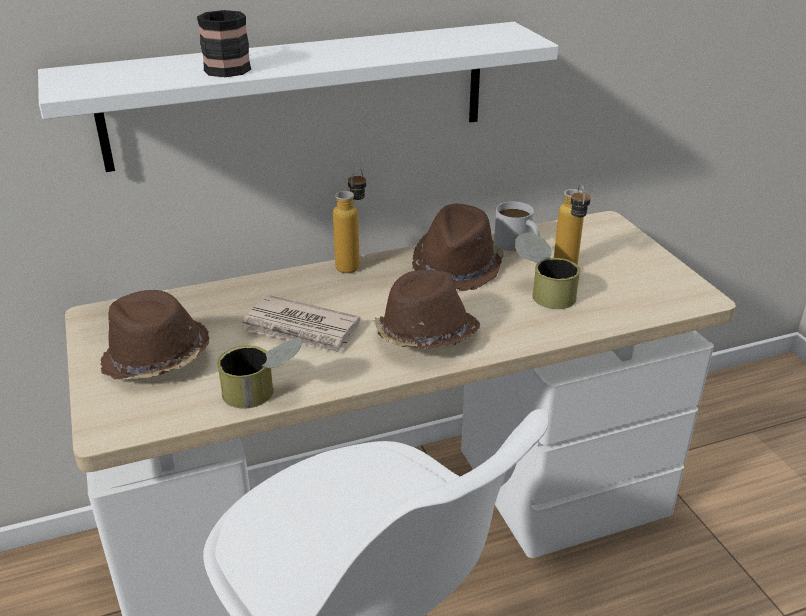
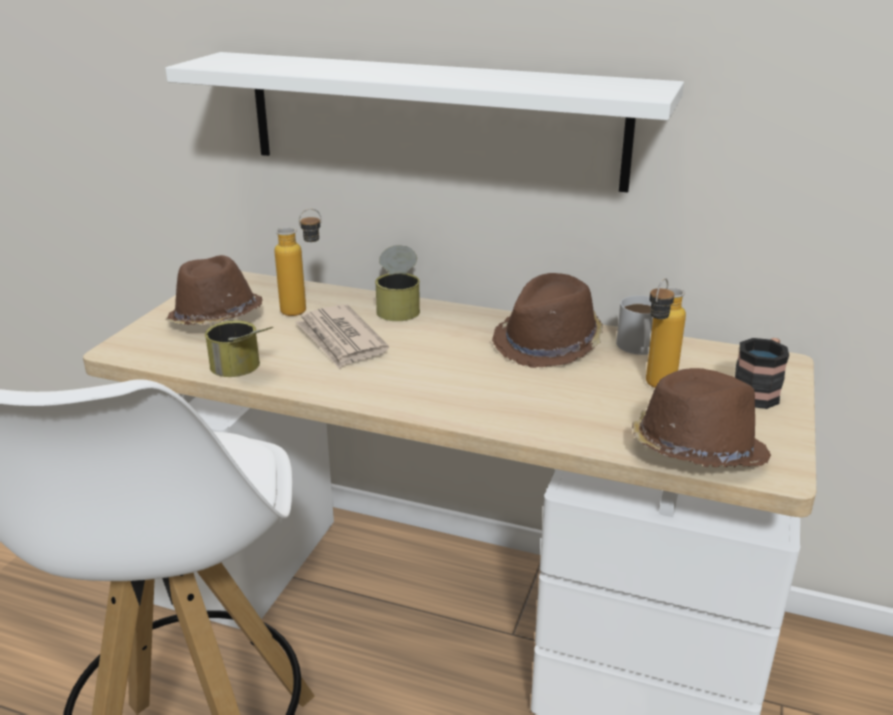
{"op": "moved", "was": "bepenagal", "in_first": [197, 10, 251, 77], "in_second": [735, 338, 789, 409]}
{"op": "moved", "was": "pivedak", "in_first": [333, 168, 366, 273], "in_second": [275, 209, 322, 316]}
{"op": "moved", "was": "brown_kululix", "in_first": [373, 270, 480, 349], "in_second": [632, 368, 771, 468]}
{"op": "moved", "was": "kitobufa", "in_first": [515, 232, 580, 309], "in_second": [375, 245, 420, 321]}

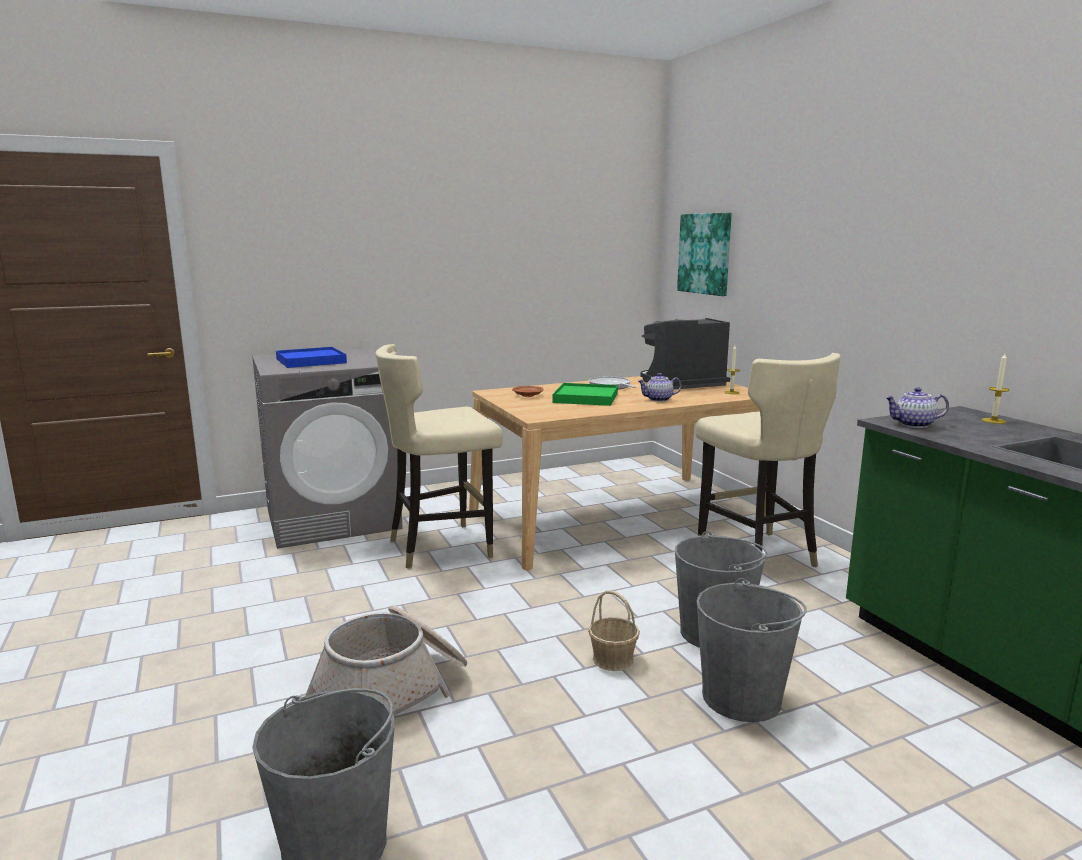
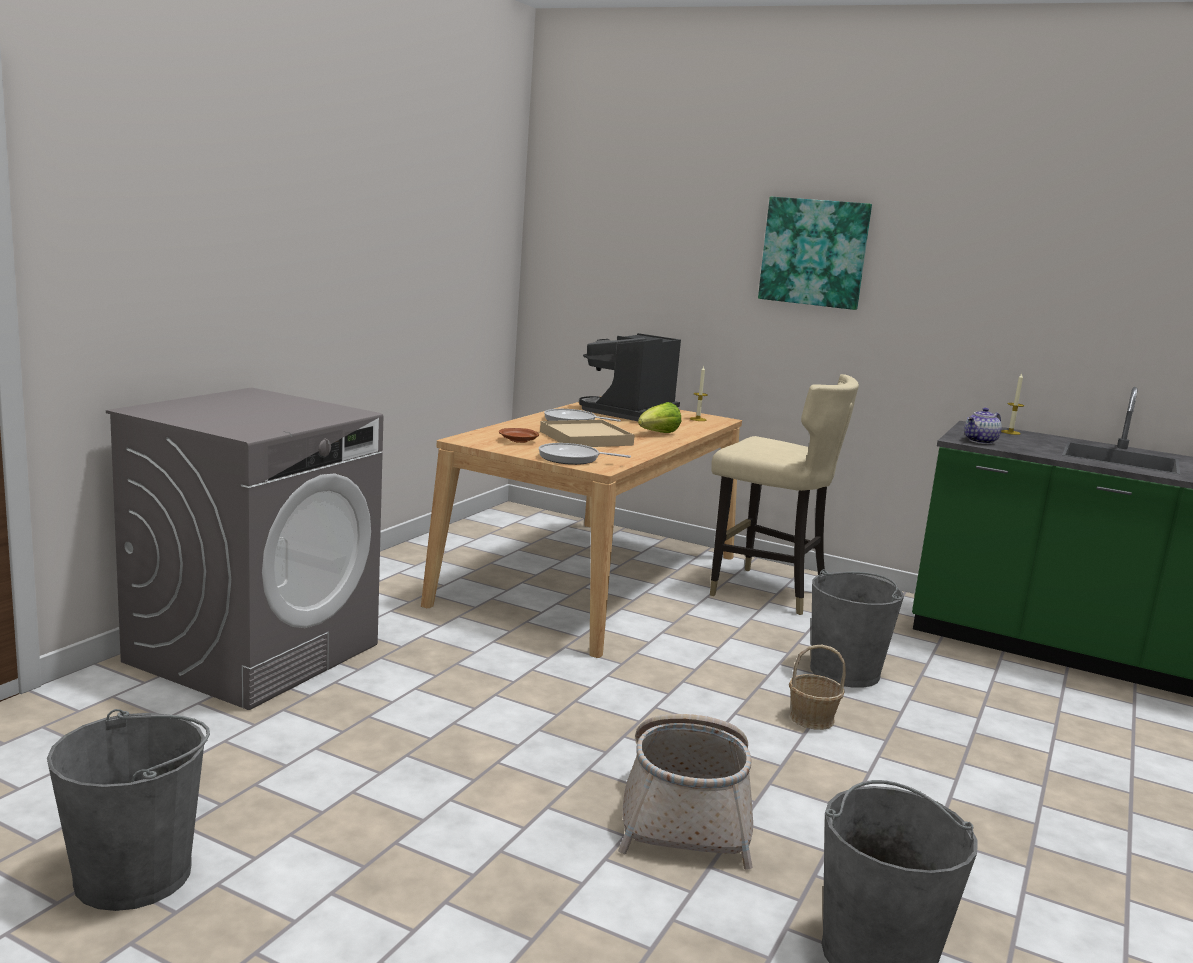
{"op": "removed", "was": "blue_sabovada", "in_first": [276, 347, 347, 368]}
{"op": "removed", "was": "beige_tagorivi", "in_first": [376, 344, 503, 569]}
{"op": "added", "now": "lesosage", "in_second": [539, 443, 631, 465]}
{"op": "moved", "was": "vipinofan", "in_first": [677, 213, 732, 296], "in_second": [758, 197, 872, 310]}
{"op": "moved", "was": "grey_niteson", "in_first": [697, 578, 807, 722], "in_second": [47, 709, 210, 911]}
{"op": "replaced", "was": "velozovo", "now": "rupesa", "in_first": [638, 373, 682, 402], "in_second": [638, 402, 681, 433]}
{"op": "recoloured", "was": "green_sabovada", "now": "beige_sabovada", "in_first": [553, 383, 618, 406], "in_second": [540, 420, 635, 447]}

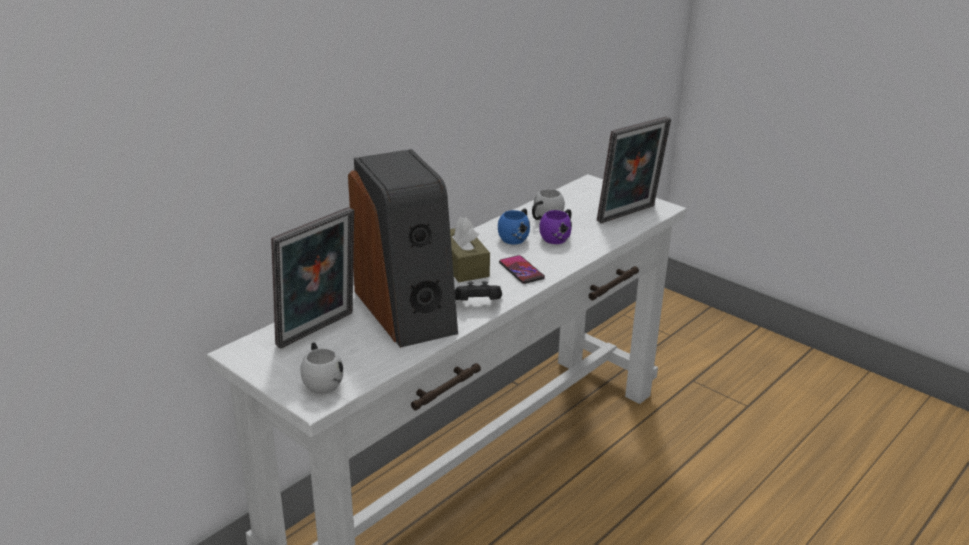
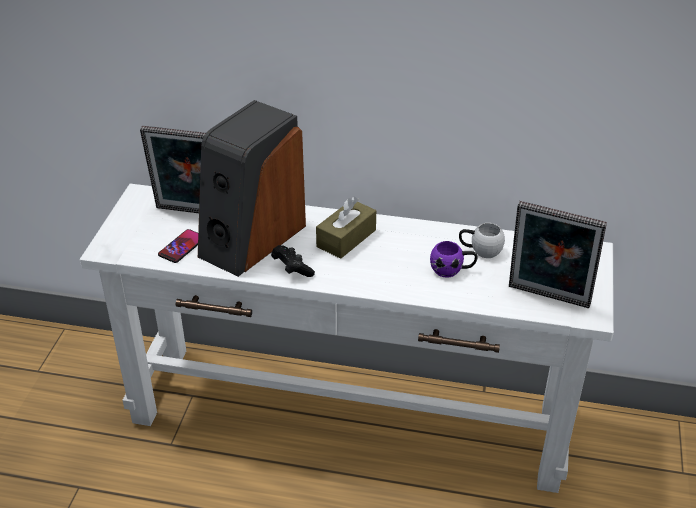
{"op": "removed", "was": "white_bepenagal", "in_first": [300, 343, 343, 394]}
{"op": "removed", "was": "blue_bepenagal", "in_first": [498, 209, 530, 244]}
{"op": "moved", "was": "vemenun", "in_first": [499, 255, 545, 284], "in_second": [158, 229, 198, 263]}

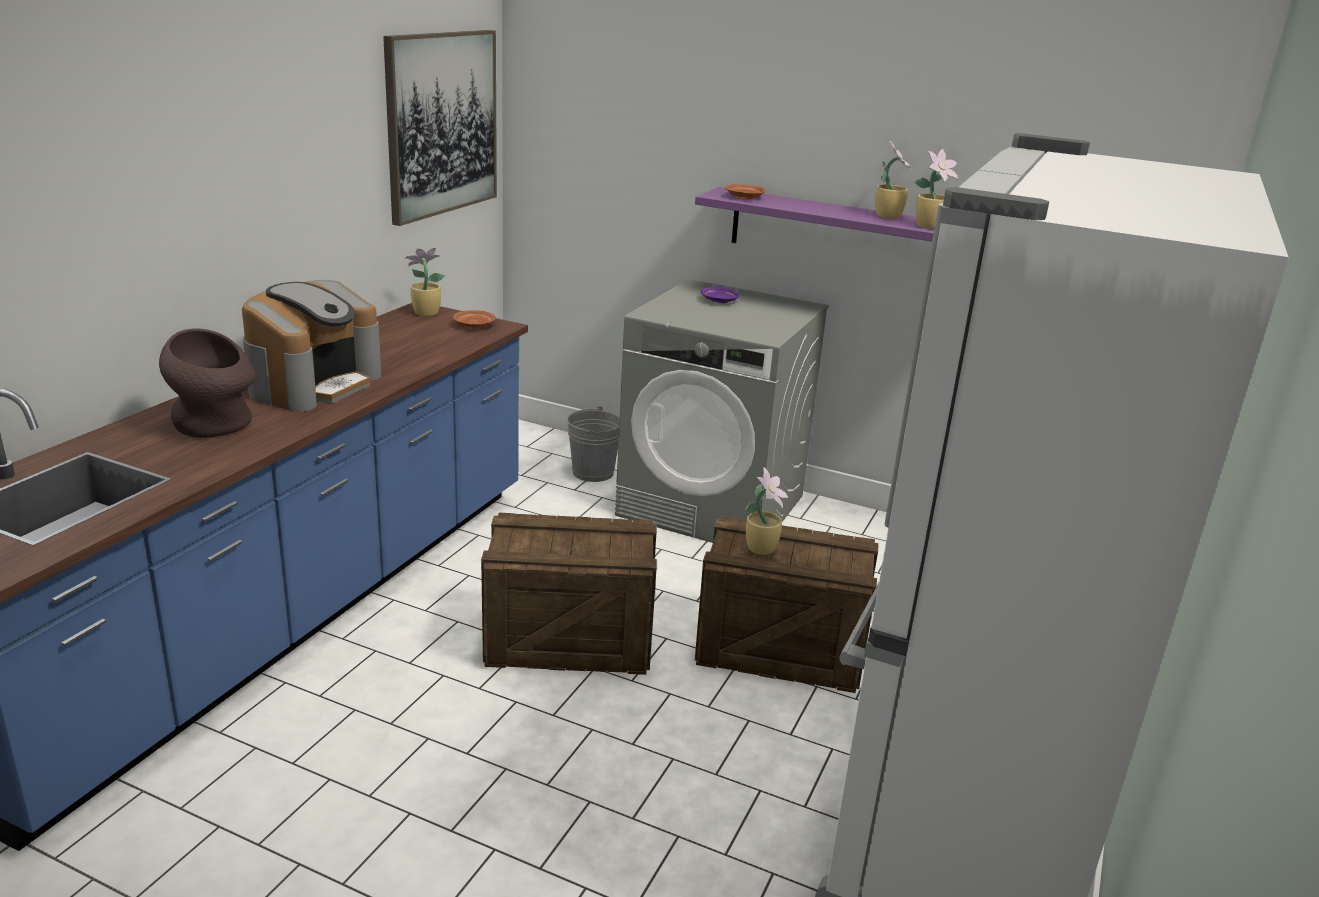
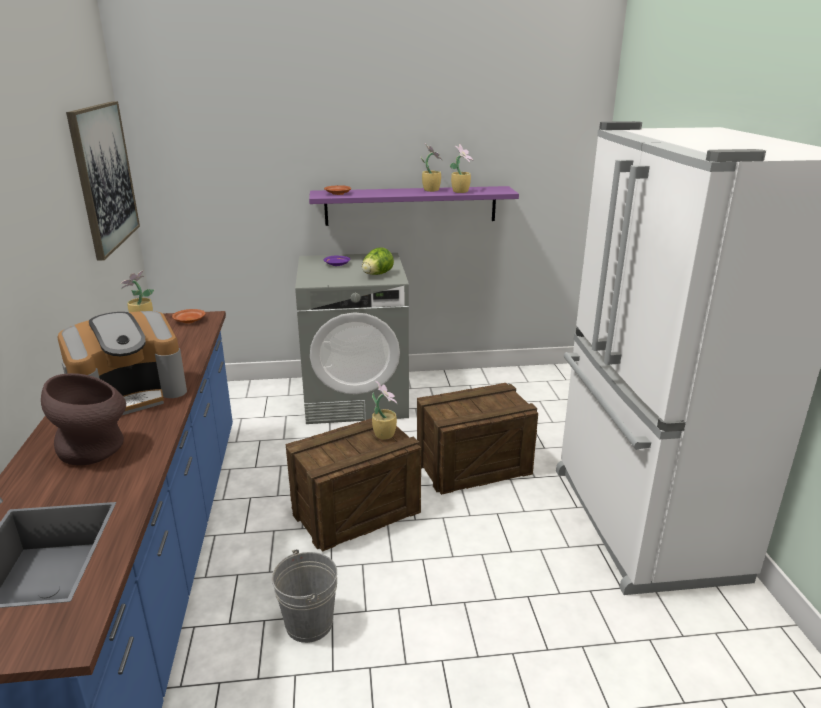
{"op": "added", "now": "rupesa", "in_second": [362, 248, 394, 275]}
{"op": "moved", "was": "grey_niteson", "in_first": [567, 406, 620, 482], "in_second": [272, 549, 337, 643]}
{"op": "moved", "was": "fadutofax", "in_first": [746, 467, 788, 555], "in_second": [372, 381, 398, 440]}
{"op": "turned", "was": "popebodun", "in_first": [242, 280, 381, 412], "in_second": [58, 311, 187, 415], "clockwise": 60}

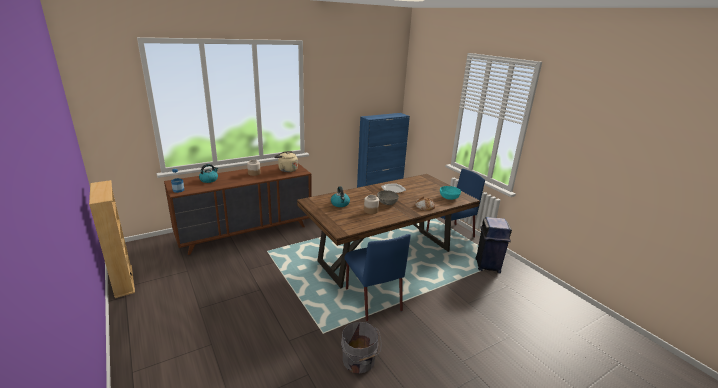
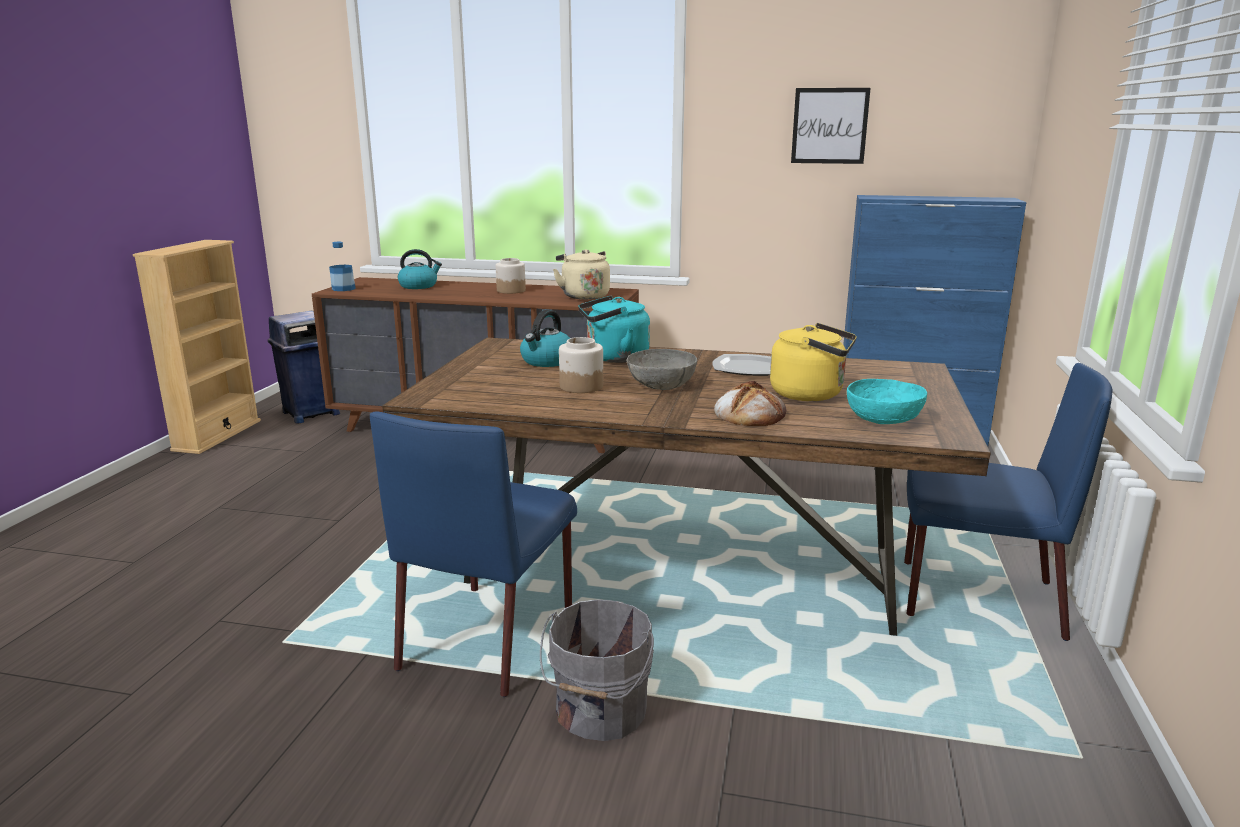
{"op": "added", "now": "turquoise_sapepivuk", "in_second": [578, 296, 650, 363]}
{"op": "added", "now": "yellow_sapepivuk", "in_second": [770, 323, 857, 401]}
{"op": "added", "now": "vipinofan", "in_second": [791, 88, 871, 164]}
{"op": "moved", "was": "grey_niteson", "in_first": [341, 322, 381, 374], "in_second": [540, 599, 654, 741]}
{"op": "moved", "was": "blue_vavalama", "in_first": [475, 217, 512, 273], "in_second": [268, 310, 340, 424]}

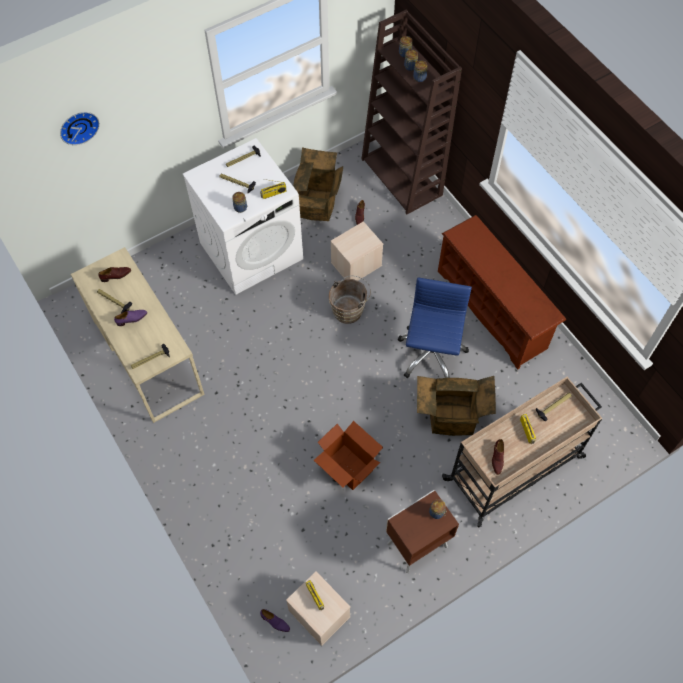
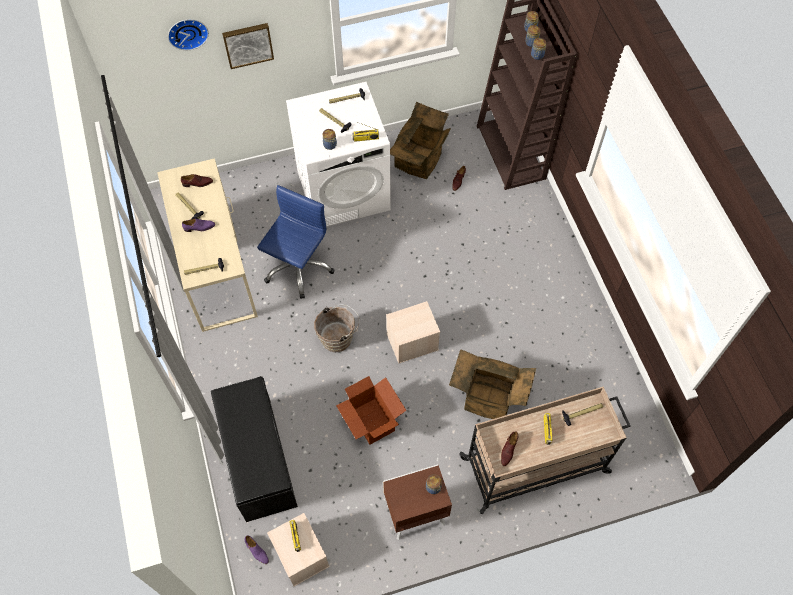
{"op": "removed", "was": "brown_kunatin", "in_first": [438, 215, 566, 369]}
{"op": "added", "now": "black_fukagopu", "in_second": [211, 376, 298, 522]}
{"op": "added", "now": "vipinofan", "in_second": [222, 23, 274, 69]}
{"op": "moved", "was": "brown_niteson", "in_first": [329, 276, 371, 324], "in_second": [314, 304, 359, 352]}
{"op": "moved", "was": "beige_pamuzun", "in_first": [330, 221, 384, 281], "in_second": [386, 301, 440, 363]}
{"op": "moved", "was": "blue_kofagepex", "in_first": [398, 278, 472, 378], "in_second": [257, 185, 335, 299]}

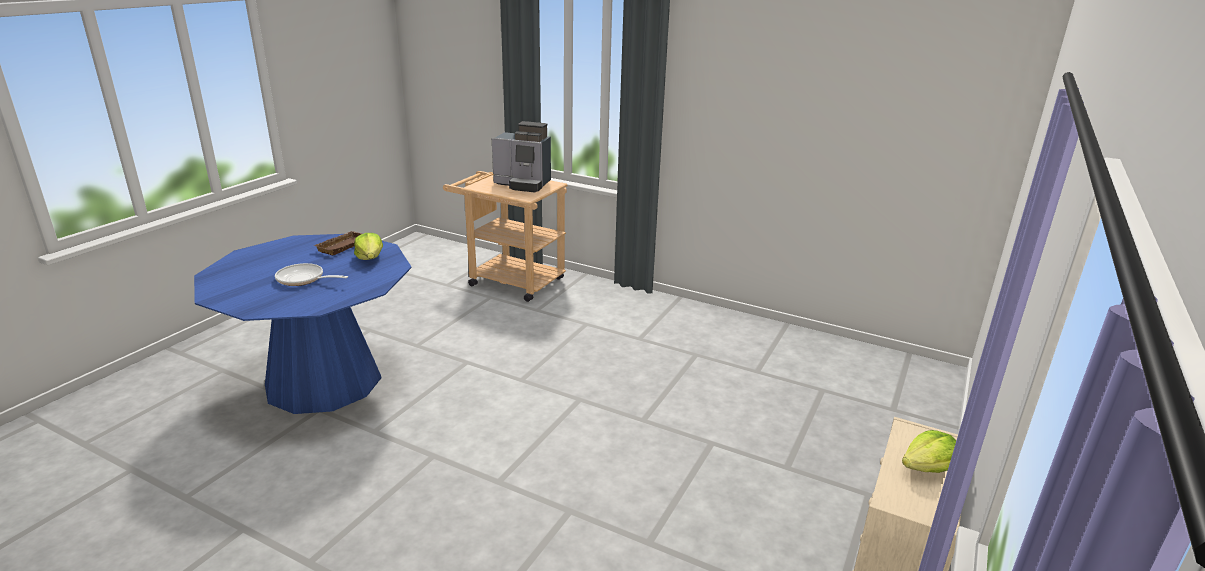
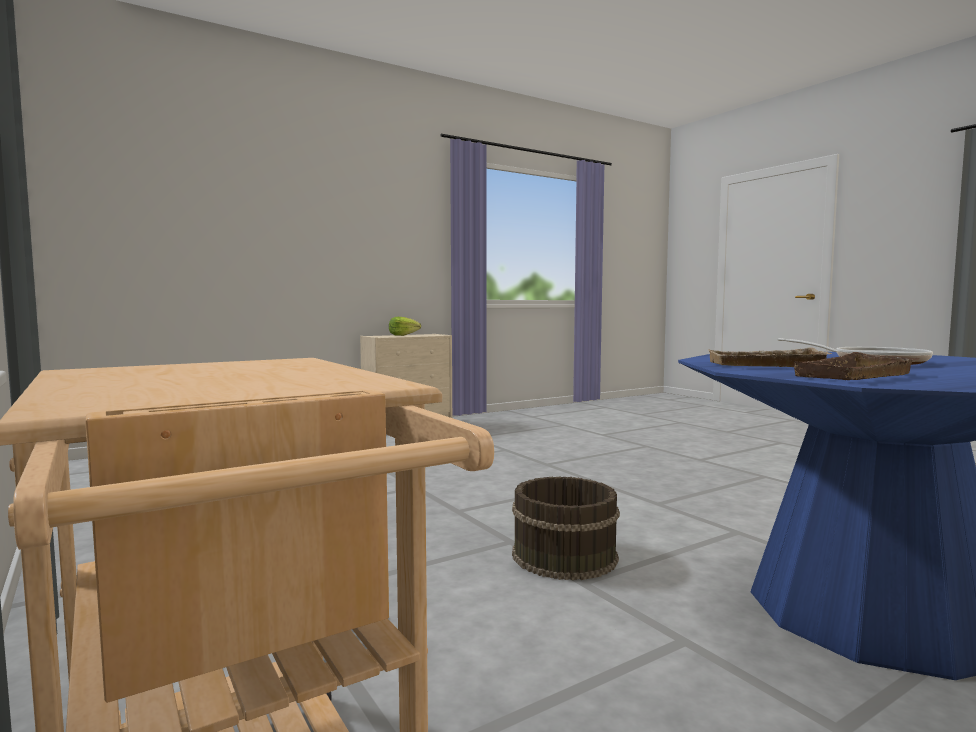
{"op": "removed", "was": "popebodun", "in_first": [492, 121, 551, 193]}
{"op": "added", "now": "brown_niteson", "in_second": [512, 477, 620, 580]}
{"op": "replaced", "was": "rupesa", "now": "beige_sabovada", "in_first": [354, 233, 383, 260], "in_second": [707, 348, 833, 367]}

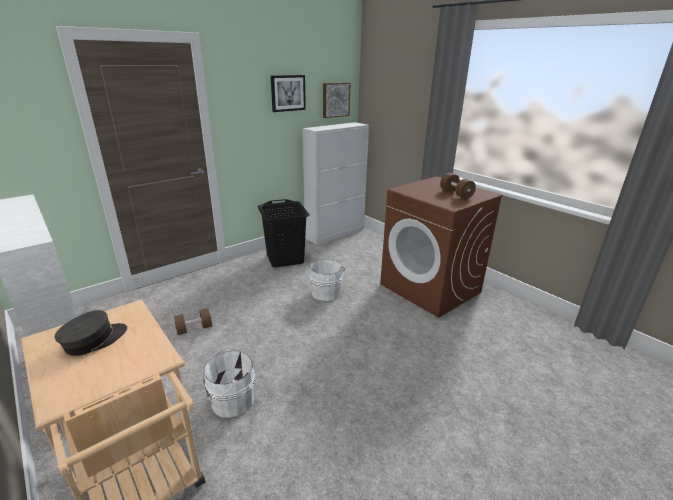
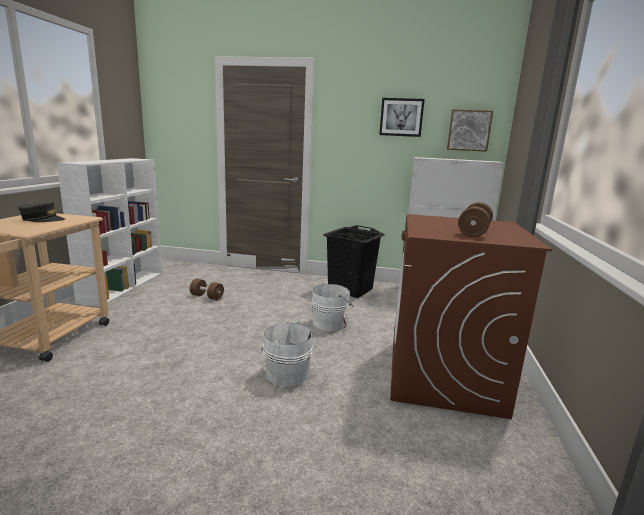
{"op": "moved", "was": "white_niteson", "in_first": [203, 350, 255, 418], "in_second": [259, 321, 313, 387]}

